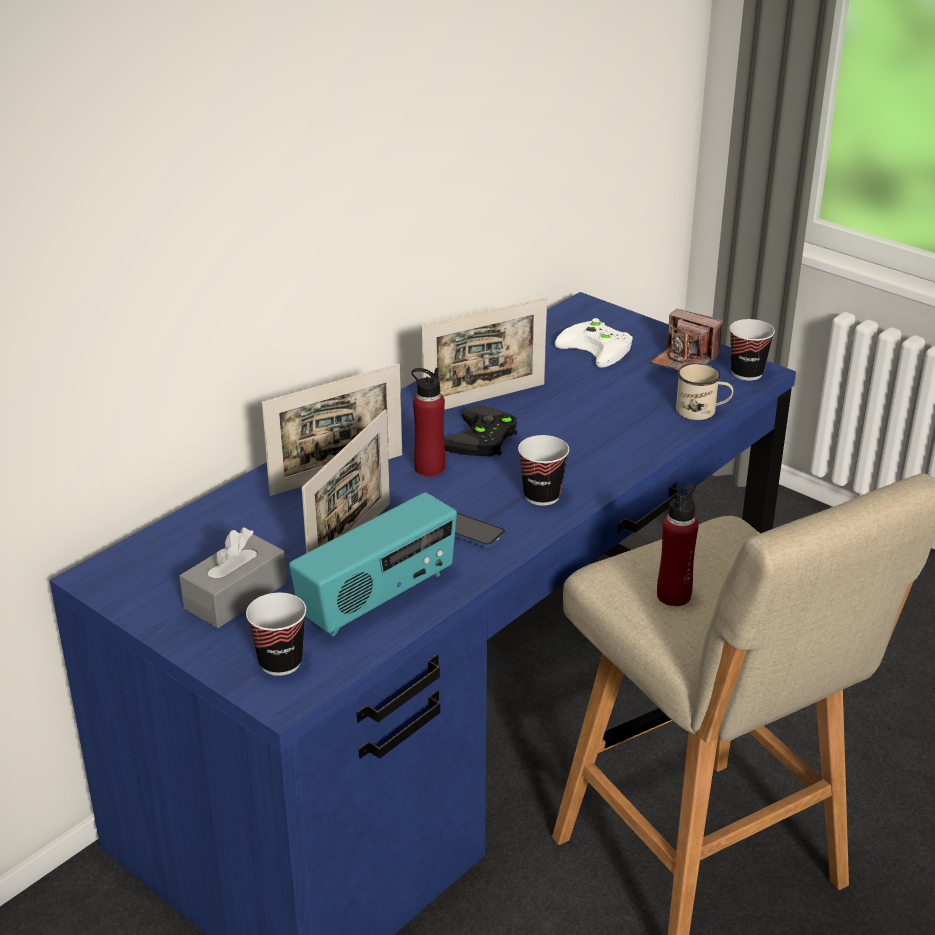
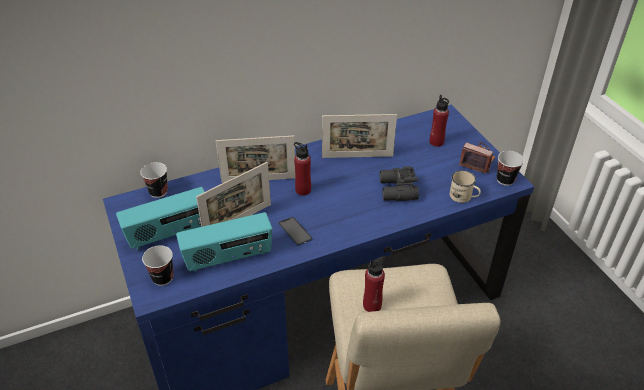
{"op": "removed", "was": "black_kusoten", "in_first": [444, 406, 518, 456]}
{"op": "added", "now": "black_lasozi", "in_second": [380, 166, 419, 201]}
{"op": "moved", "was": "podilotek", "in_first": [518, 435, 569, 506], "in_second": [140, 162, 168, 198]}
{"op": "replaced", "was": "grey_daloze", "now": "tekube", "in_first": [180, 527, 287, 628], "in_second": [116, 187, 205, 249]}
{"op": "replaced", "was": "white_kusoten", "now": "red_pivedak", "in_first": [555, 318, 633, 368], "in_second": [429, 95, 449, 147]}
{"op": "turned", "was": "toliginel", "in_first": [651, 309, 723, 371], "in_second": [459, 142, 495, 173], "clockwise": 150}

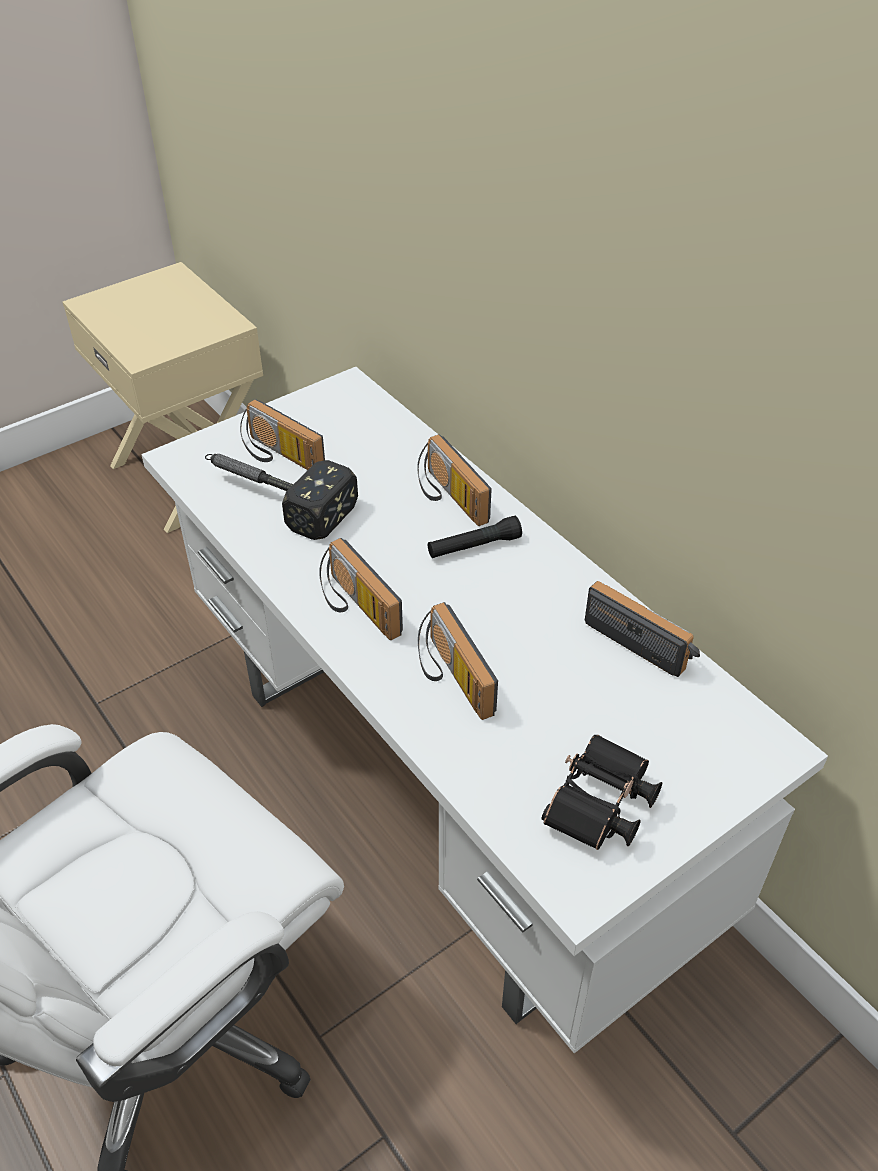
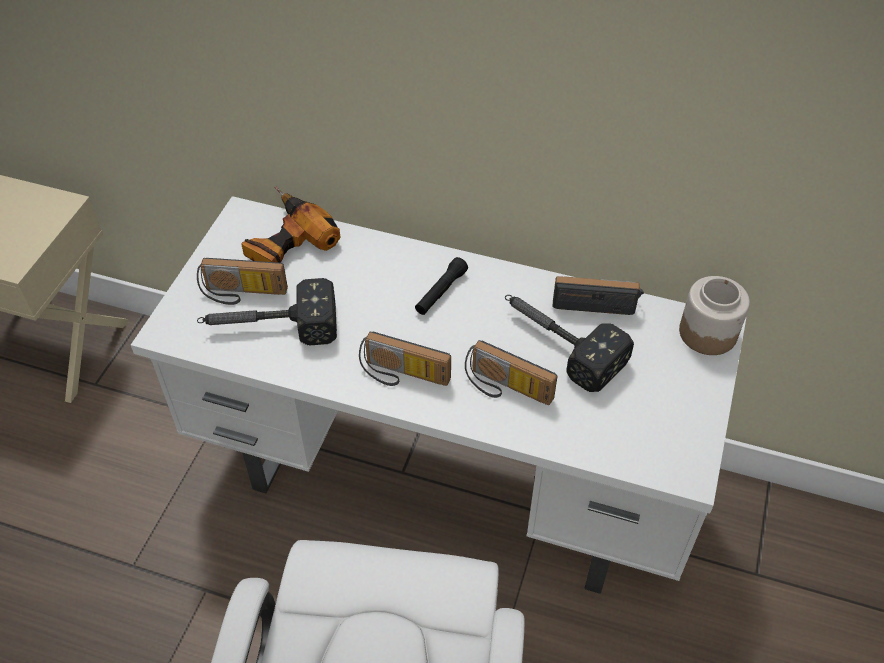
{"op": "removed", "was": "tekube", "in_first": [417, 434, 492, 526]}
{"op": "removed", "was": "black_lasozi", "in_first": [542, 735, 662, 850]}
{"op": "added", "now": "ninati", "in_second": [241, 186, 341, 263]}
{"op": "added", "now": "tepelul", "in_second": [505, 295, 634, 392]}
{"op": "added", "now": "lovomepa", "in_second": [679, 276, 750, 355]}

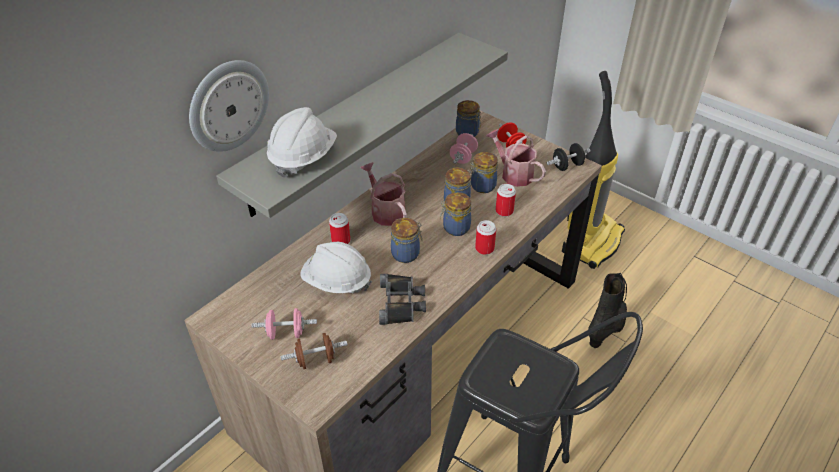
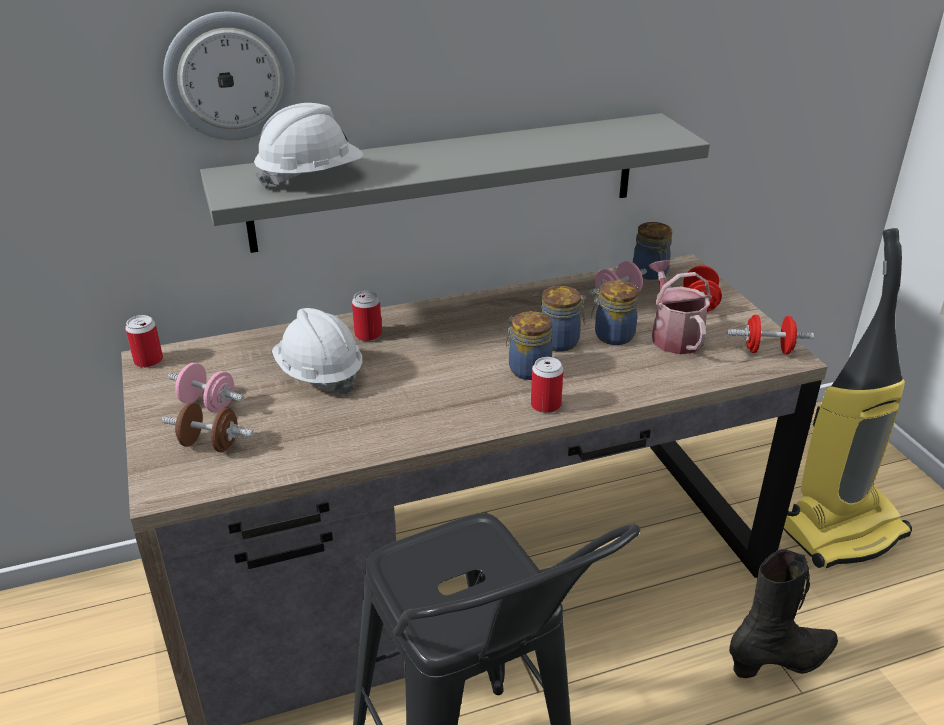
{"op": "removed", "was": "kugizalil", "in_first": [360, 162, 407, 226]}
{"op": "removed", "was": "black_lasozi", "in_first": [379, 274, 426, 325]}
{"op": "removed", "was": "lovomepa", "in_first": [391, 218, 422, 263]}
{"op": "moved", "was": "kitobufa", "in_first": [496, 184, 516, 217], "in_second": [125, 315, 163, 368]}
{"op": "recoloured", "was": "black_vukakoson", "now": "red_vukakoson", "in_first": [547, 143, 590, 171], "in_second": [728, 315, 814, 355]}

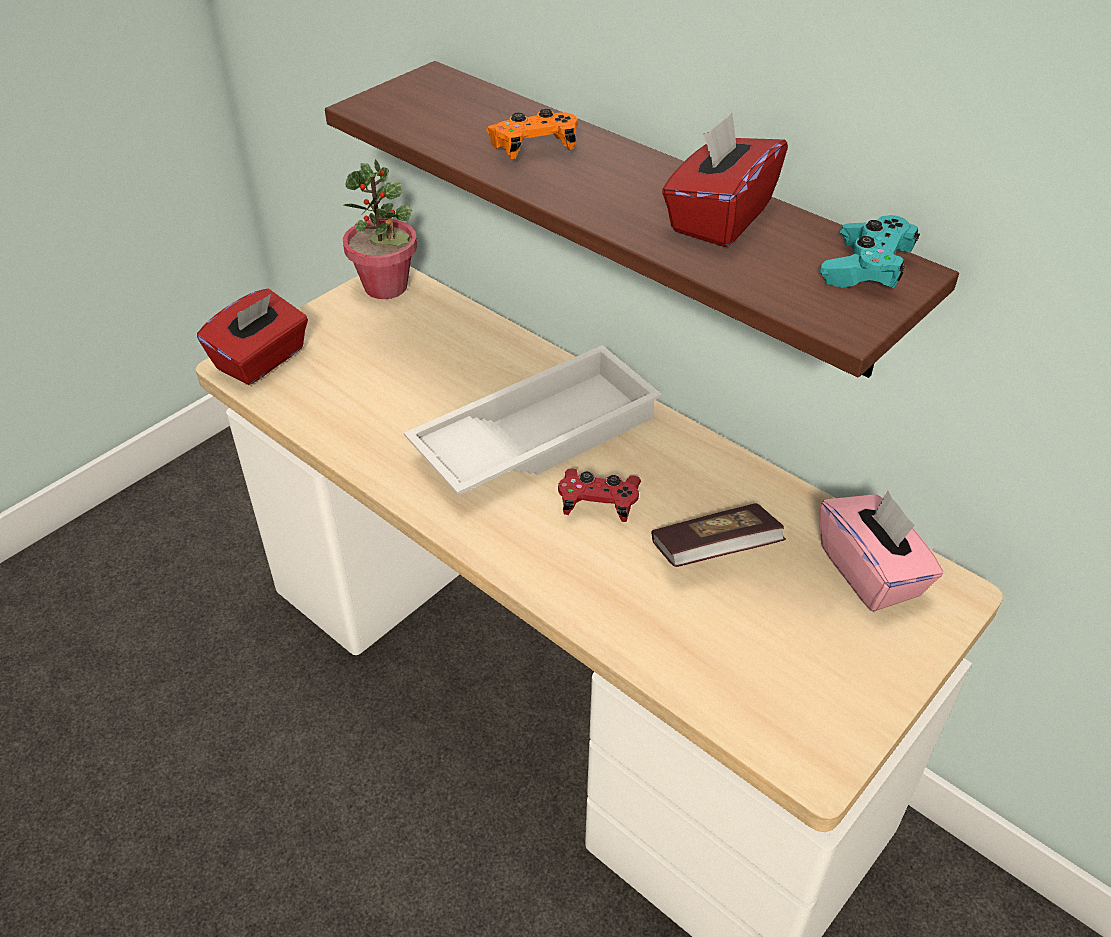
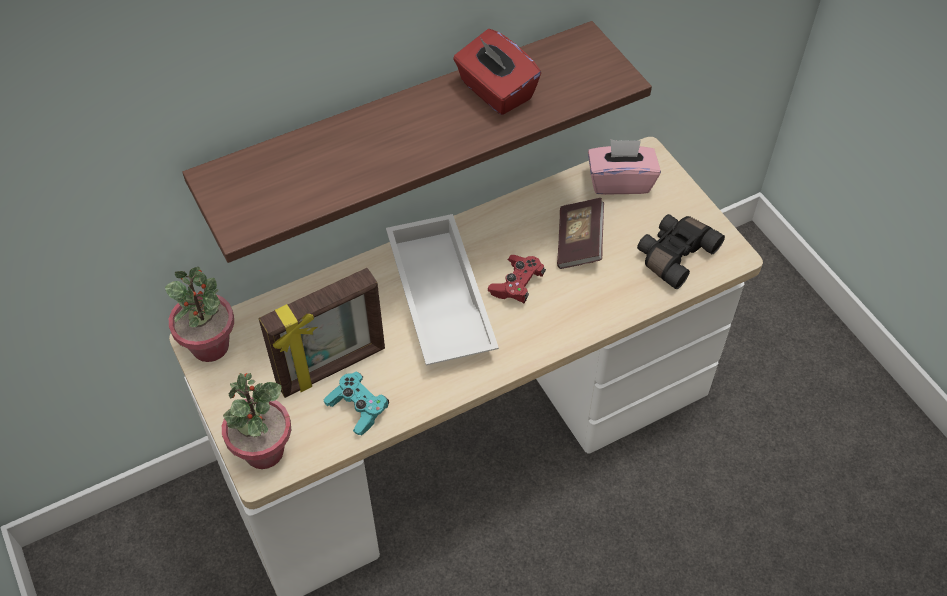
{"op": "removed", "was": "orange_kusoten", "in_first": [486, 109, 578, 159]}
{"op": "added", "now": "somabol", "in_second": [258, 268, 385, 398]}
{"op": "added", "now": "black_lasozi", "in_second": [637, 214, 725, 289]}
{"op": "moved", "was": "turquoise_kusoten", "in_first": [820, 215, 920, 288], "in_second": [324, 372, 389, 435]}
{"op": "replaced", "was": "red_daloze", "now": "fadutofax", "in_first": [197, 288, 308, 385], "in_second": [222, 373, 291, 469]}

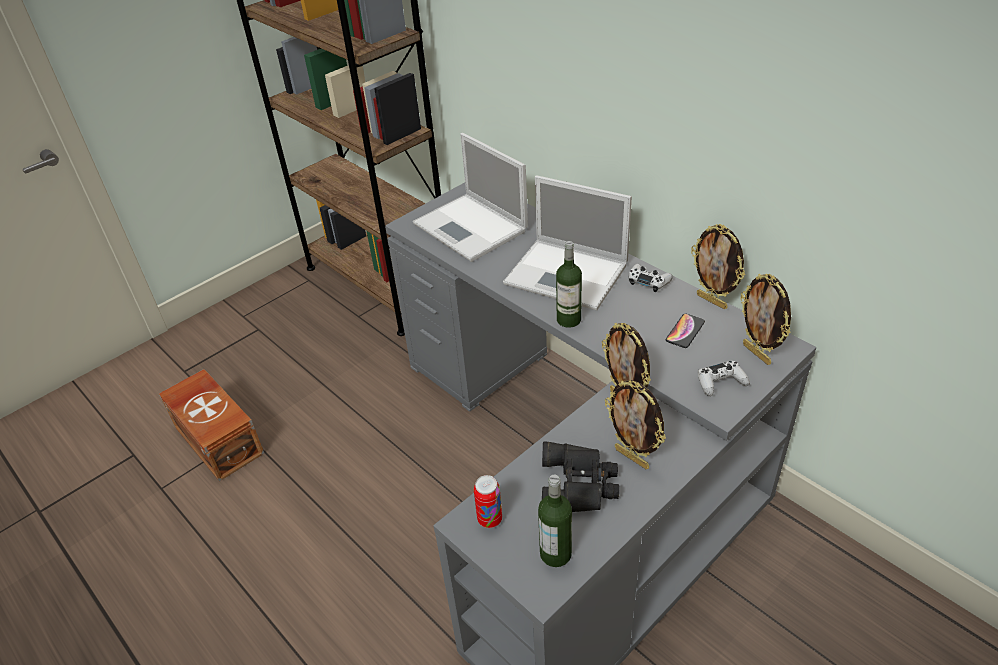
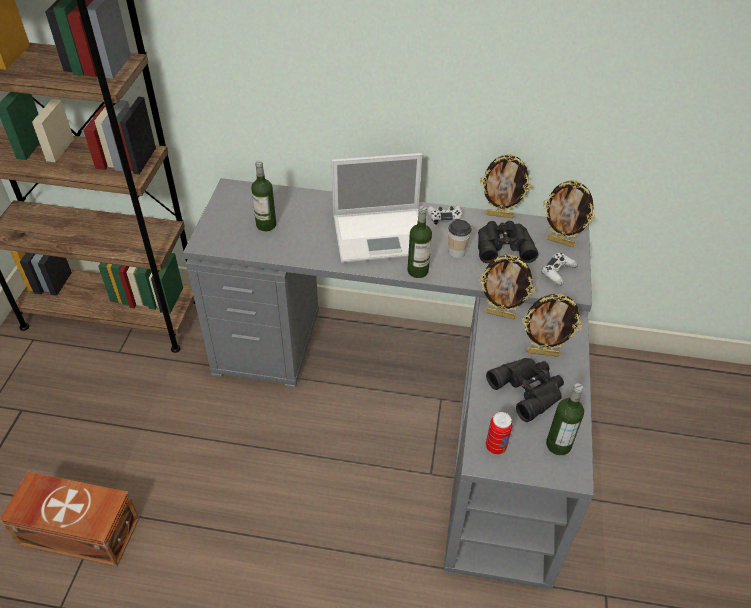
{"op": "added", "now": "podilotek", "in_second": [448, 220, 471, 258]}
{"op": "replaced", "was": "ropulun", "now": "pivedak", "in_first": [413, 133, 528, 262], "in_second": [251, 160, 276, 231]}
{"op": "replaced", "was": "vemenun", "now": "black_lasozi", "in_first": [666, 313, 705, 348], "in_second": [478, 221, 538, 263]}

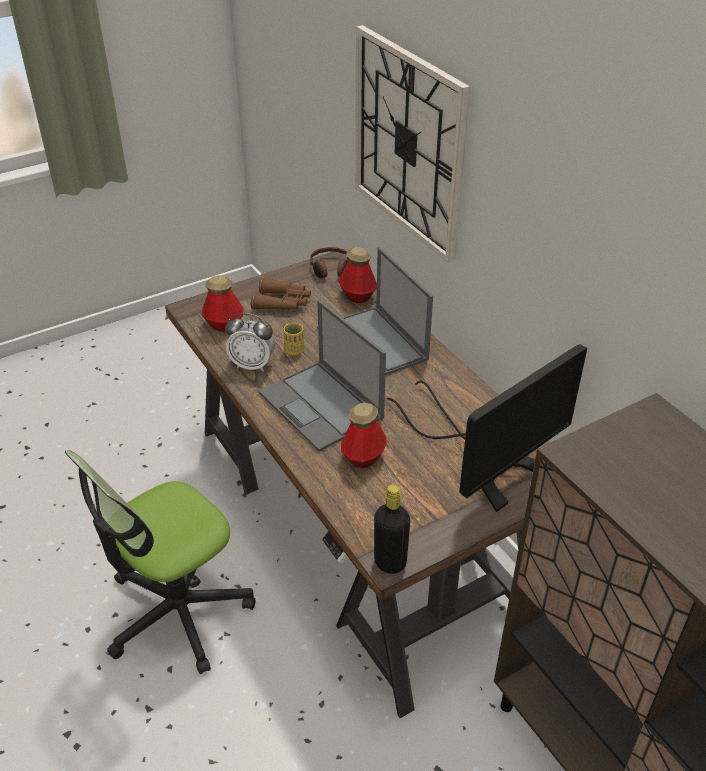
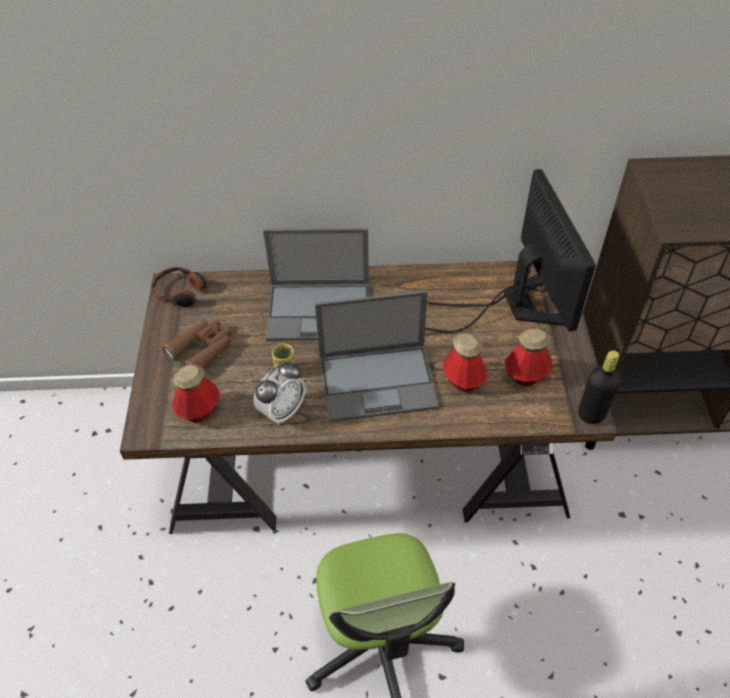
{"op": "removed", "was": "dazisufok", "in_first": [356, 25, 470, 263]}
{"op": "moved", "was": "pivedak", "in_first": [338, 247, 377, 303], "in_second": [505, 329, 553, 386]}

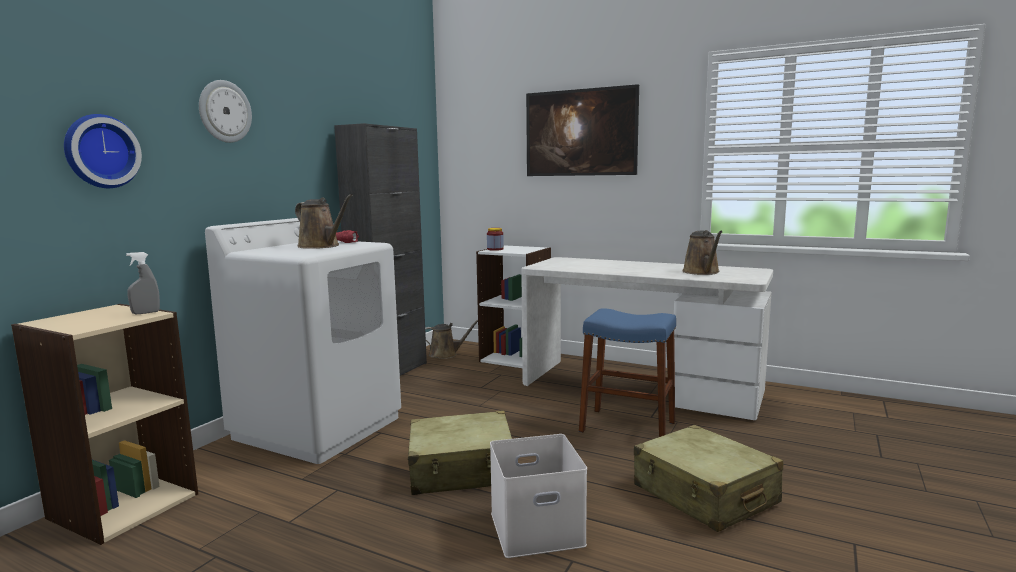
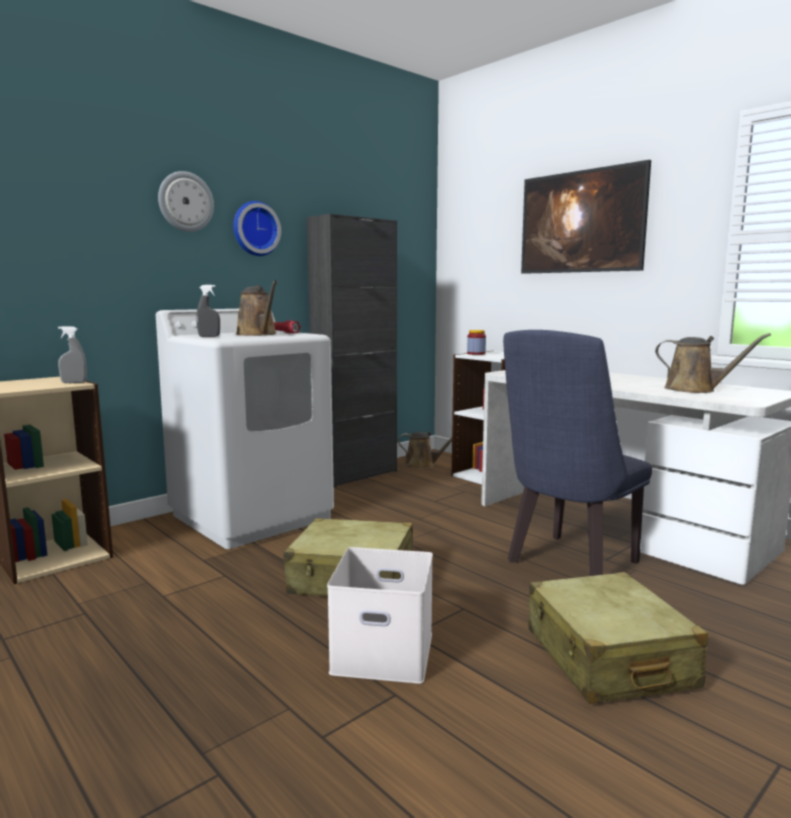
{"op": "added", "now": "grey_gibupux", "in_second": [197, 285, 220, 337]}
{"op": "moved", "was": "dazisufok", "in_first": [64, 114, 142, 188], "in_second": [233, 201, 281, 256]}
{"op": "replaced", "was": "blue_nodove", "now": "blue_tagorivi", "in_first": [579, 308, 676, 437], "in_second": [503, 330, 652, 576]}
{"op": "turned", "was": "brown_kugizalil", "in_first": [682, 230, 723, 275], "in_second": [655, 333, 771, 393], "clockwise": -75}

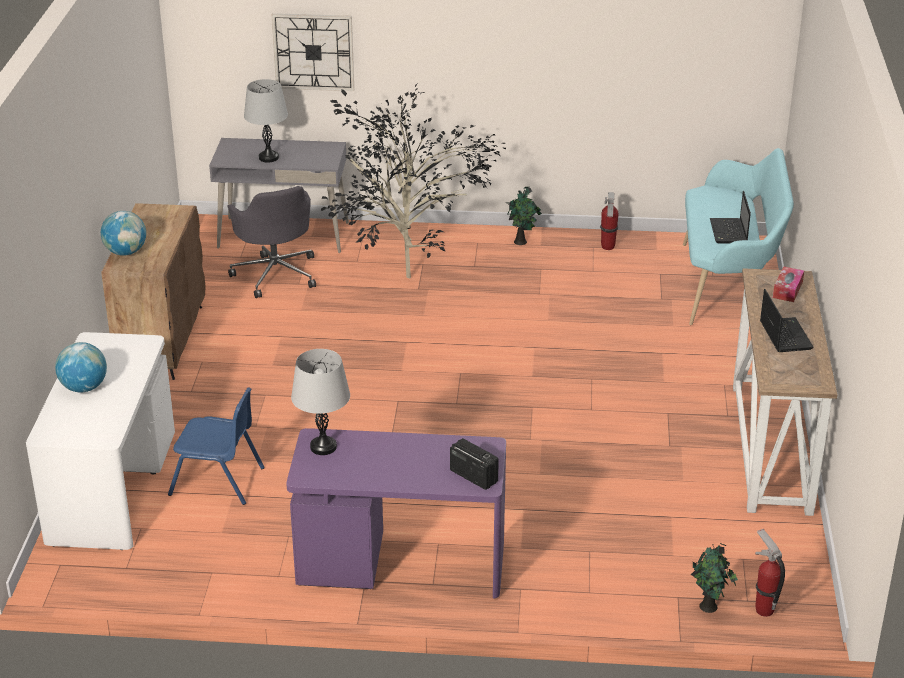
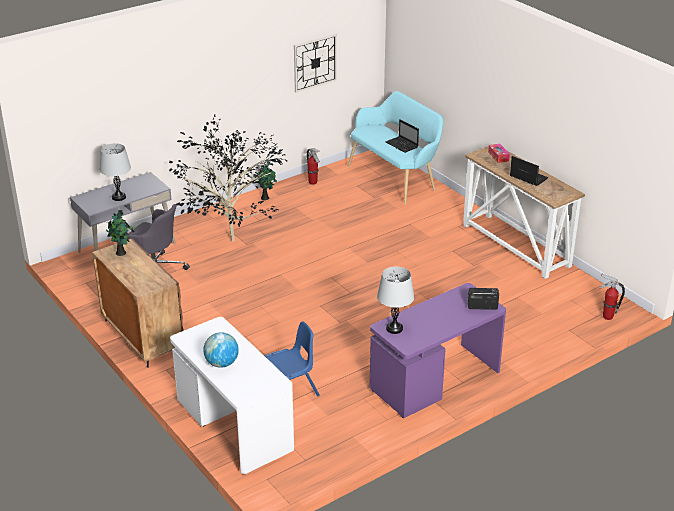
{"op": "removed", "was": "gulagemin", "in_first": [101, 211, 146, 256]}
{"op": "moved", "was": "dazisufok", "in_first": [271, 13, 354, 91], "in_second": [294, 34, 337, 93]}
{"op": "moved", "was": "fadutofax", "in_first": [691, 543, 738, 613], "in_second": [106, 210, 135, 256]}

